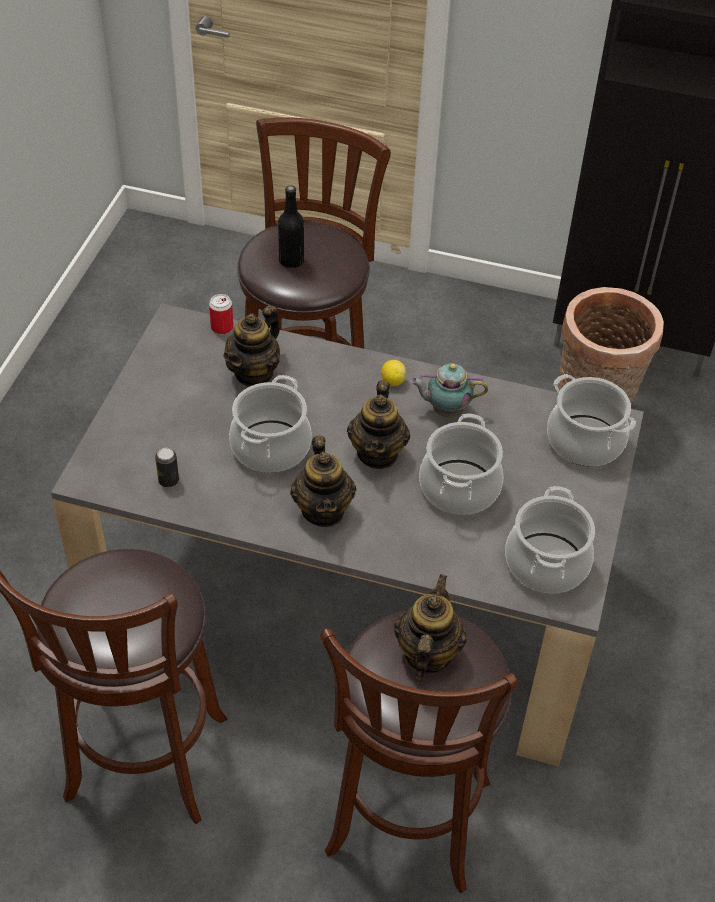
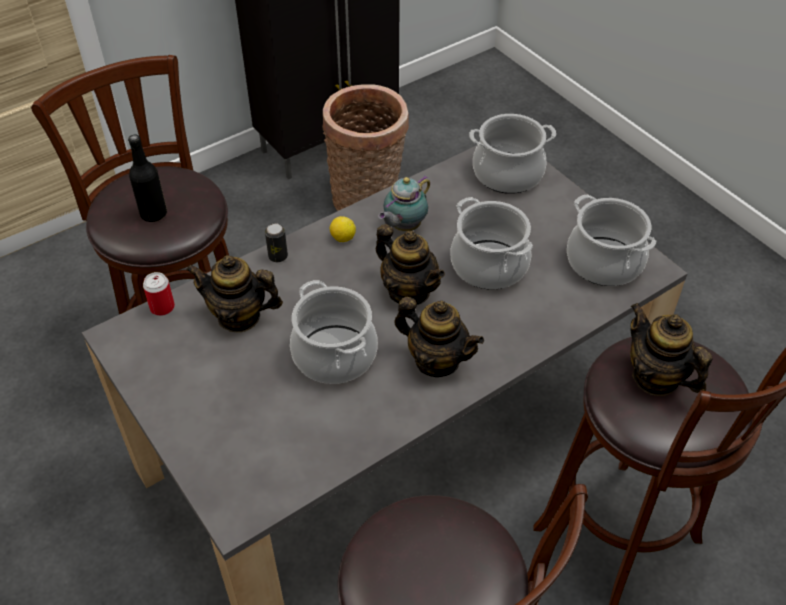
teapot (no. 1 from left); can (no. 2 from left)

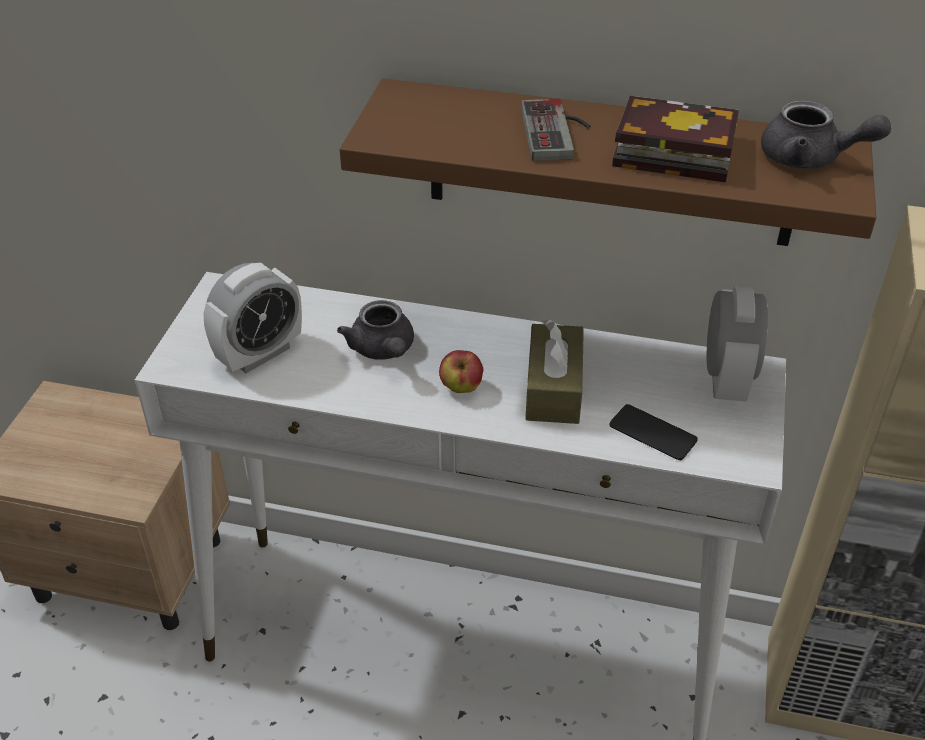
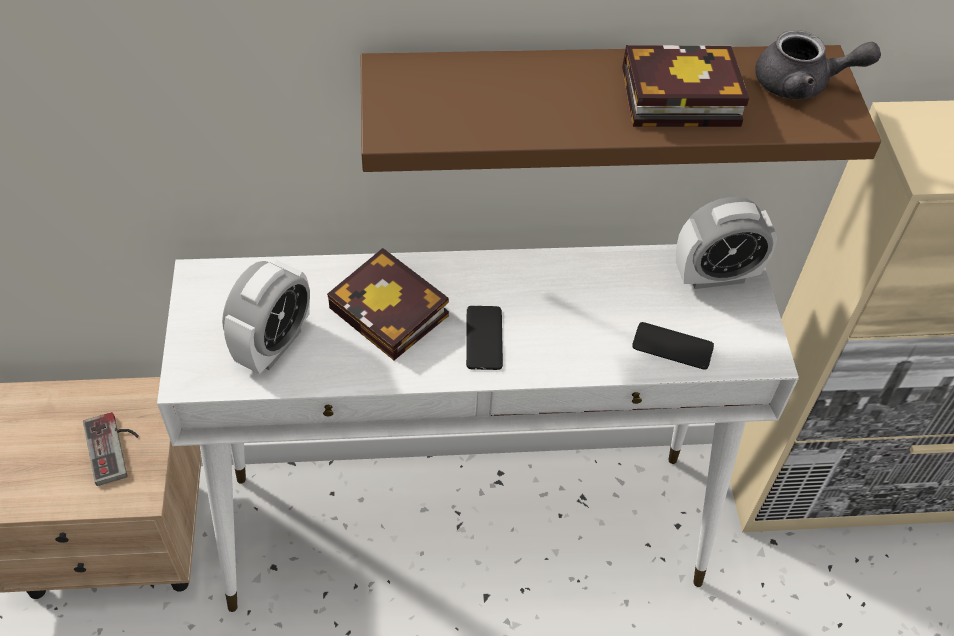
game controller; alarm clock (no. 2 from left); book (no. 1 from left); brown tissue box; phone (no. 1 from left)

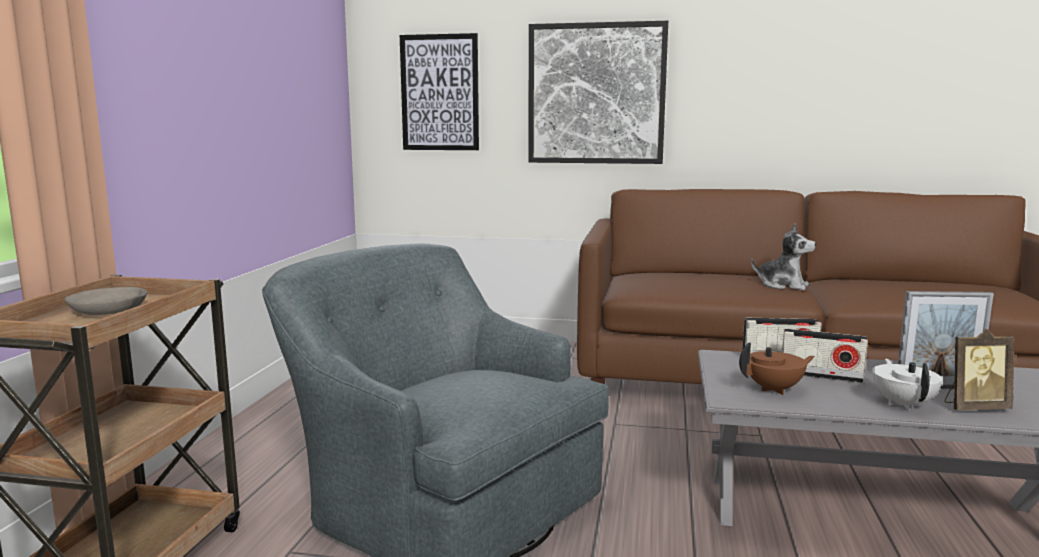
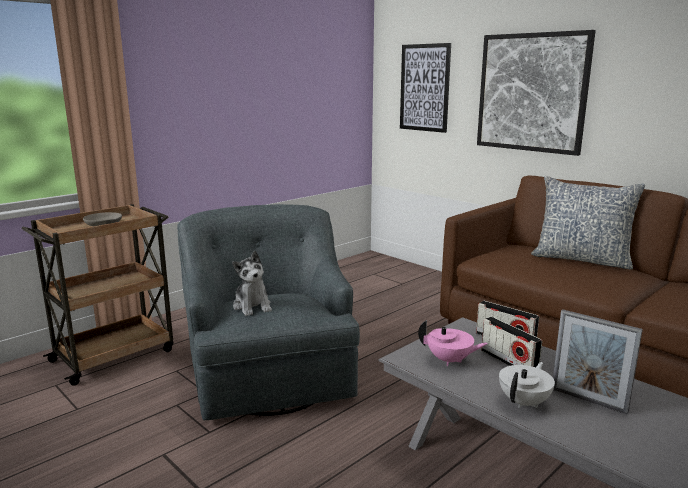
plush toy; picture frame (no. 2 from left in the first image); pink teapot; pillow

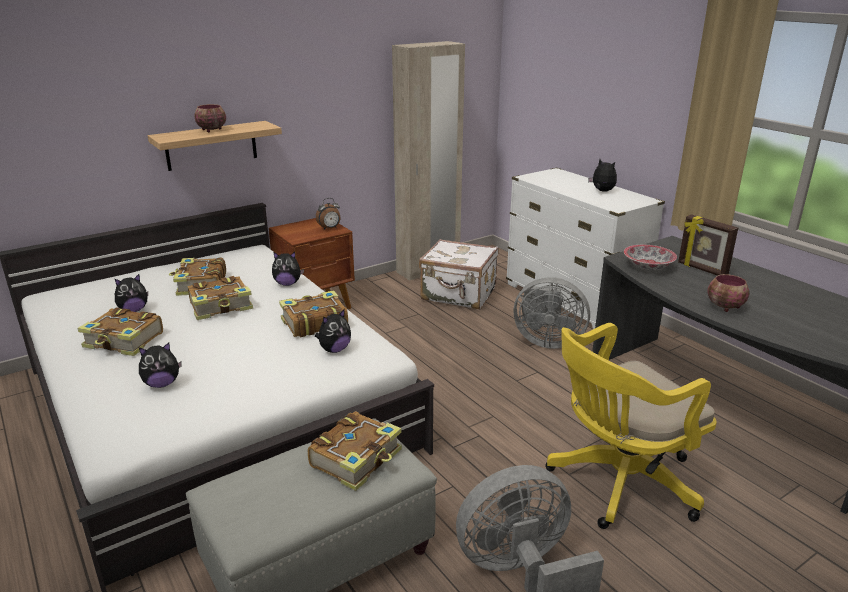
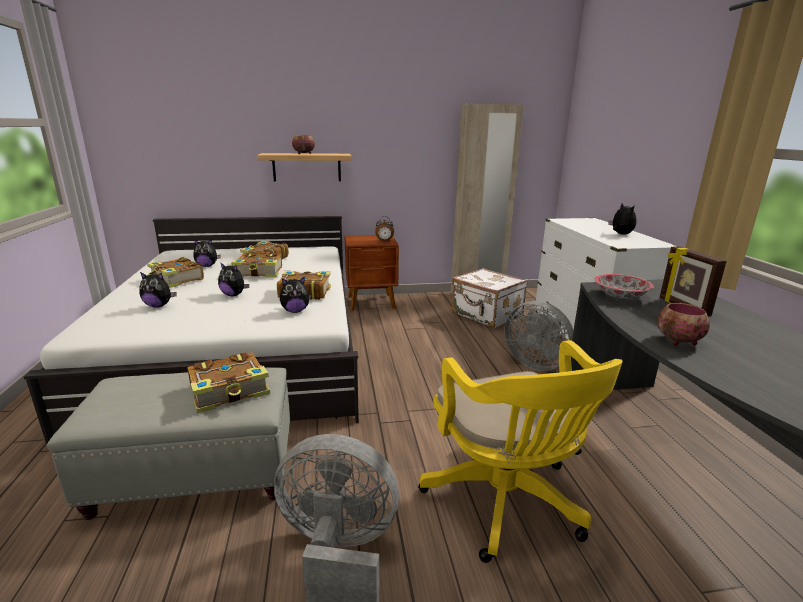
plush toy (no. 3 from left); yellow office chair

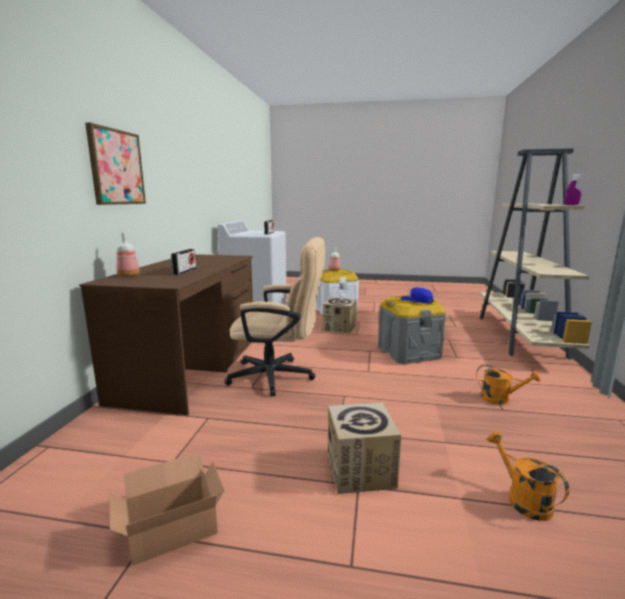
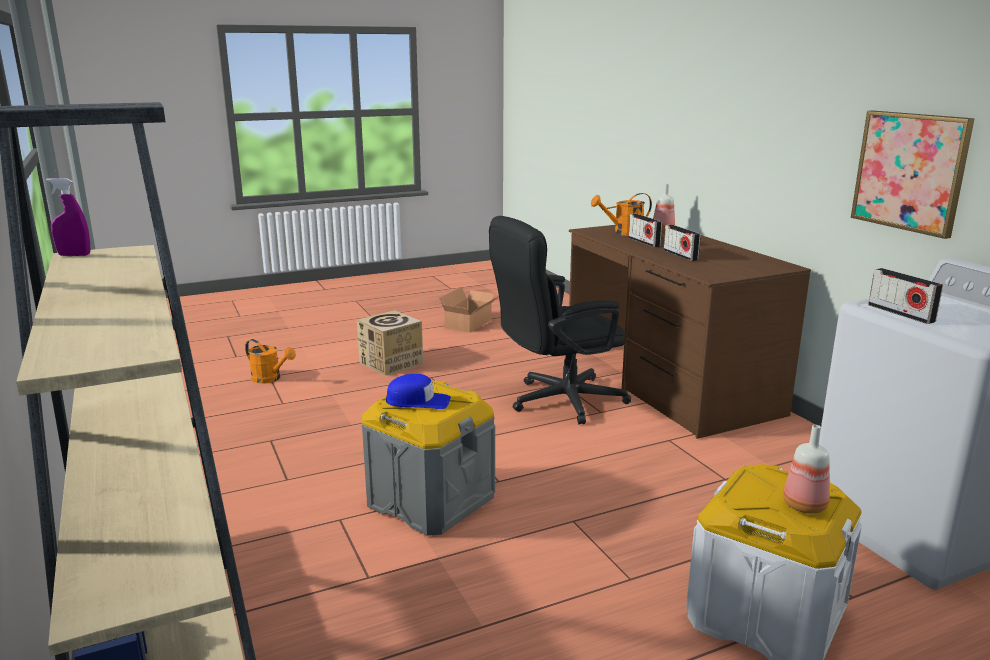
picture; black office chair; cardboard box (no. 2 from left in the first image); orange watering can (no. 2 from left); radio (no. 2 from left)

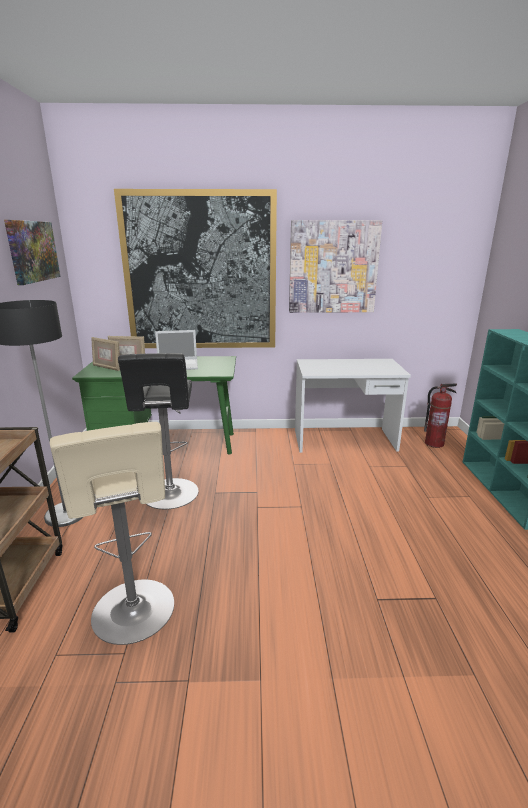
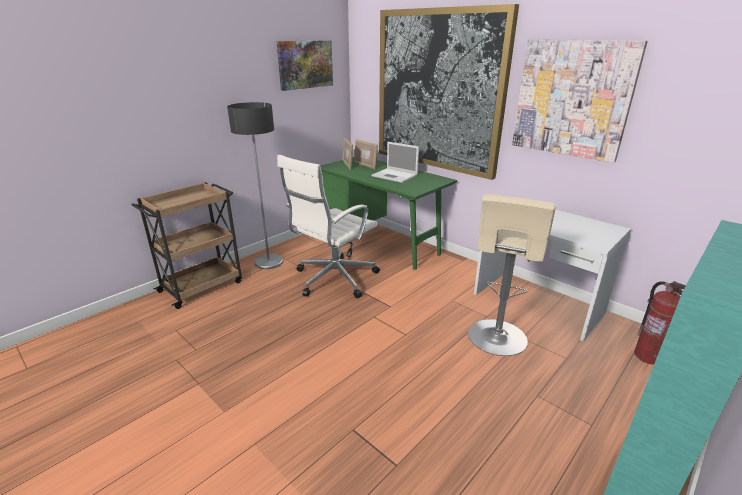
white office chair; beige stool

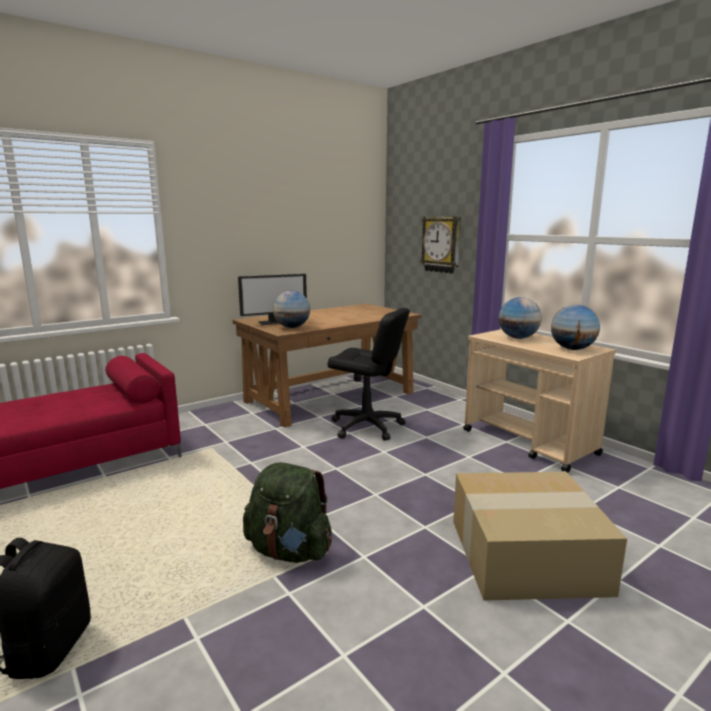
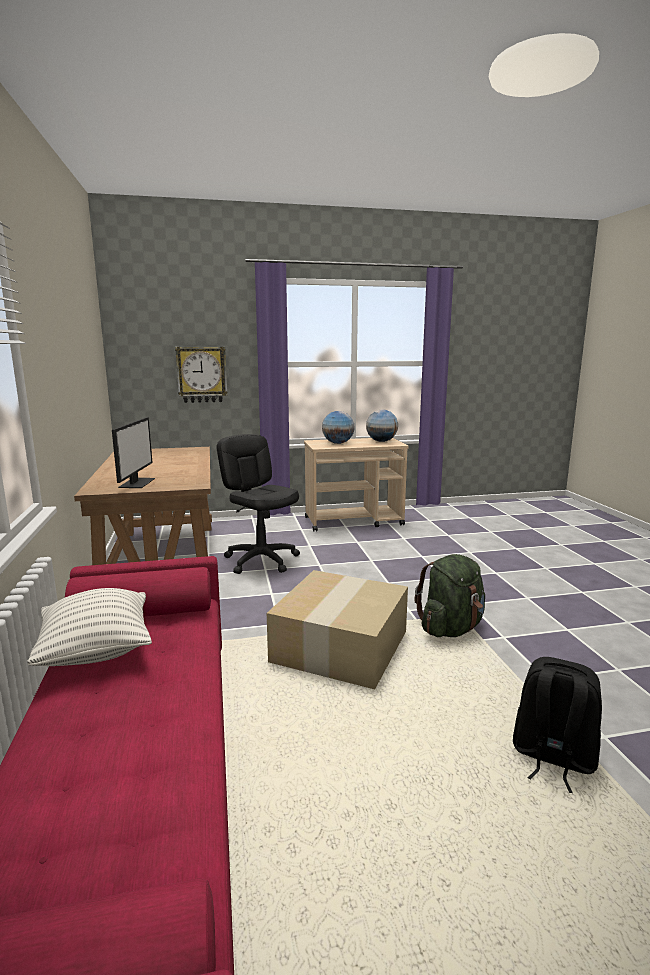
globe (no. 1 from left in the first image); black office chair; cardboard box; pillow

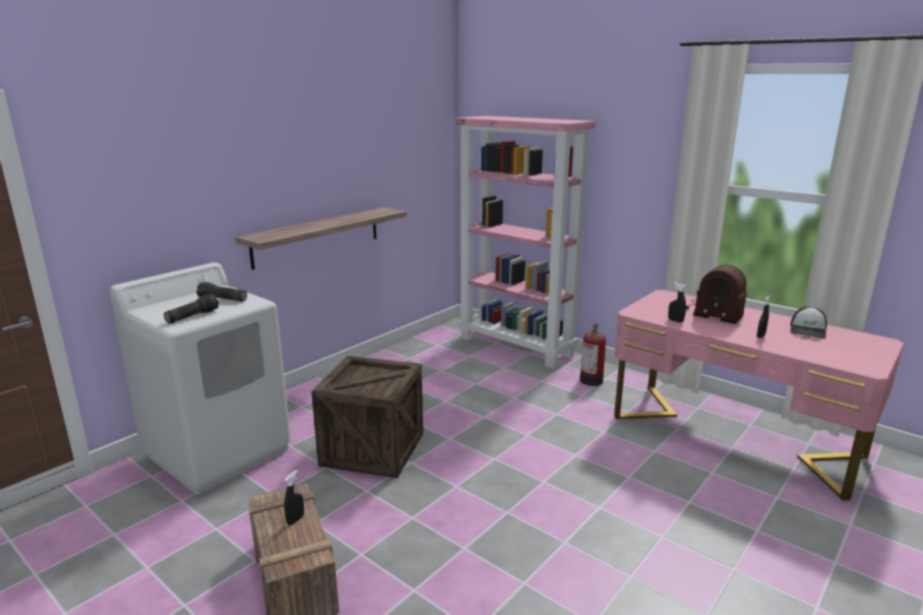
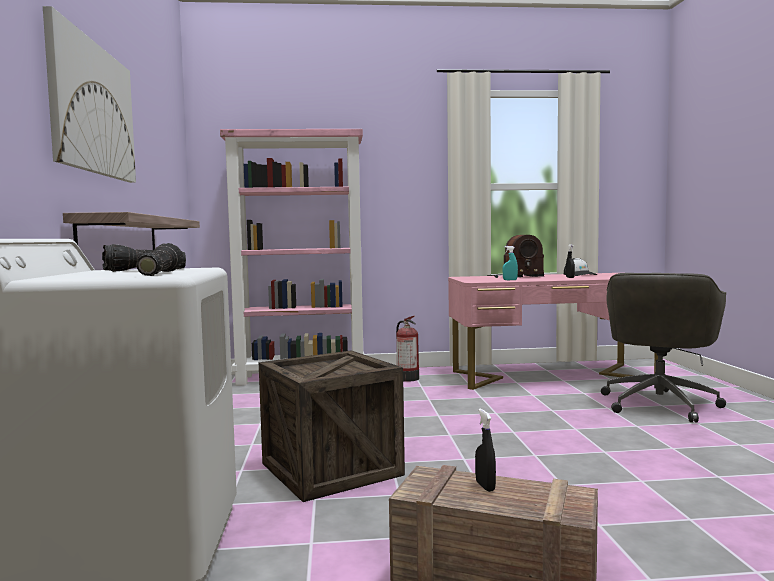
turquoise spray bottle; picture; grey office chair

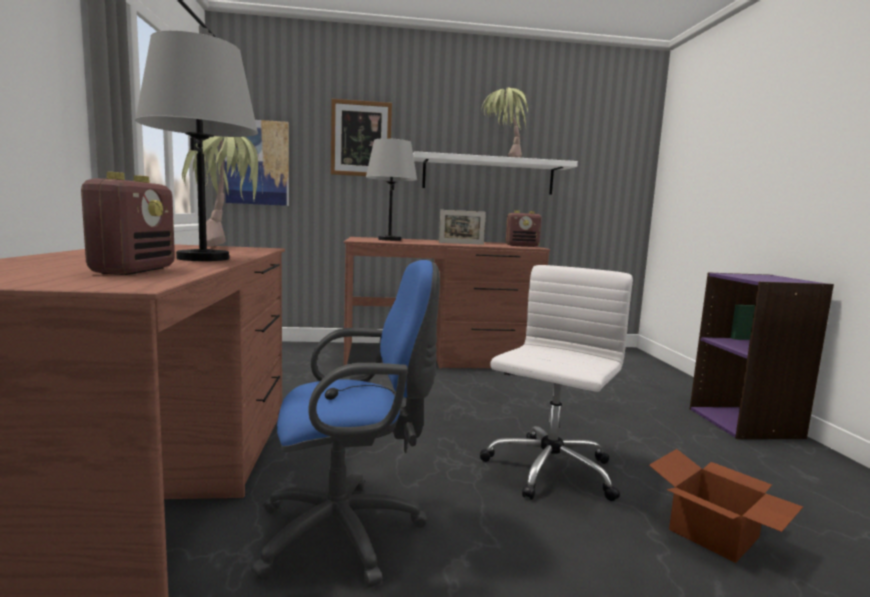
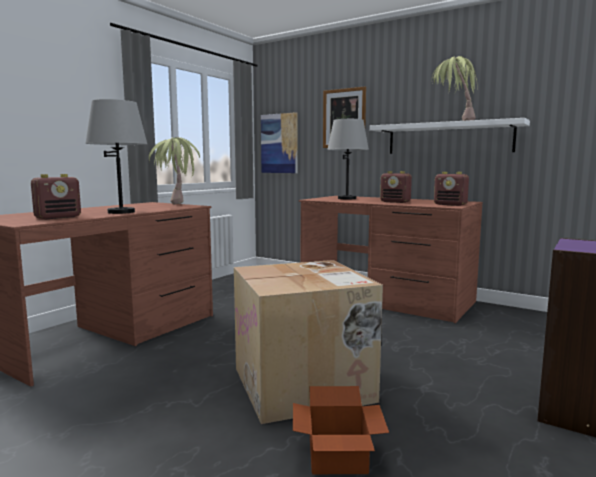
radio (no. 2 from left); blue office chair; cardboard box (no. 1 from left)

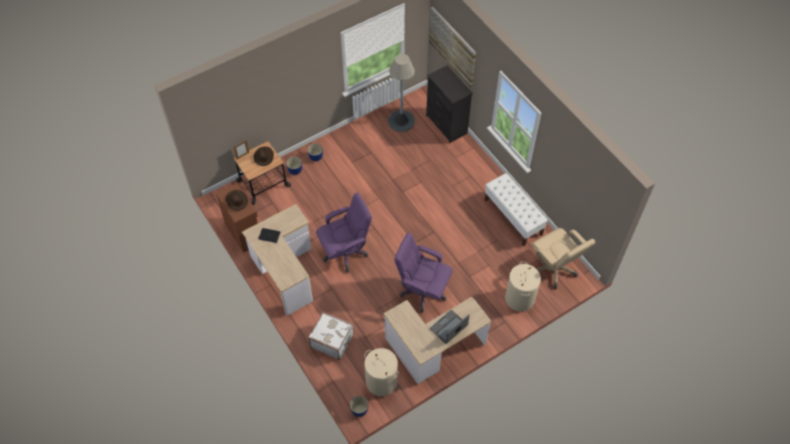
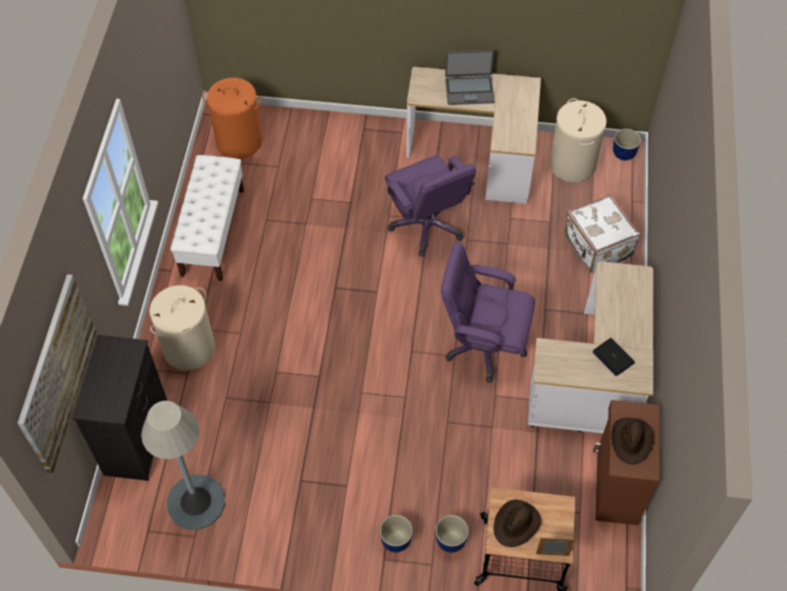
orange laundry basket; beige laundry basket (no. 1 from left)

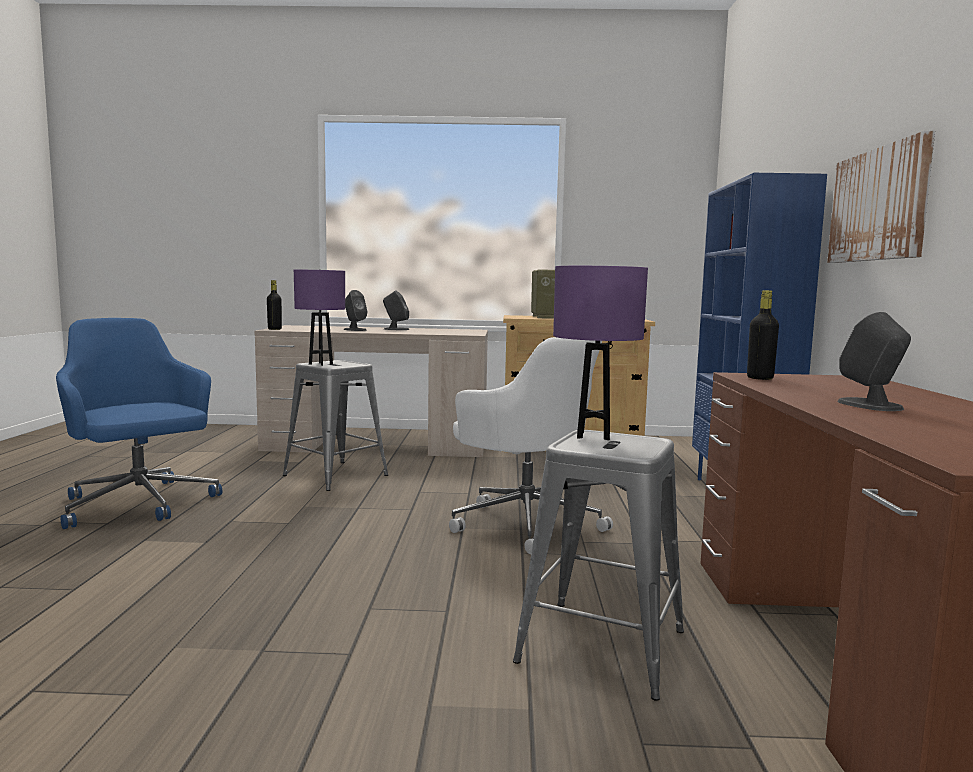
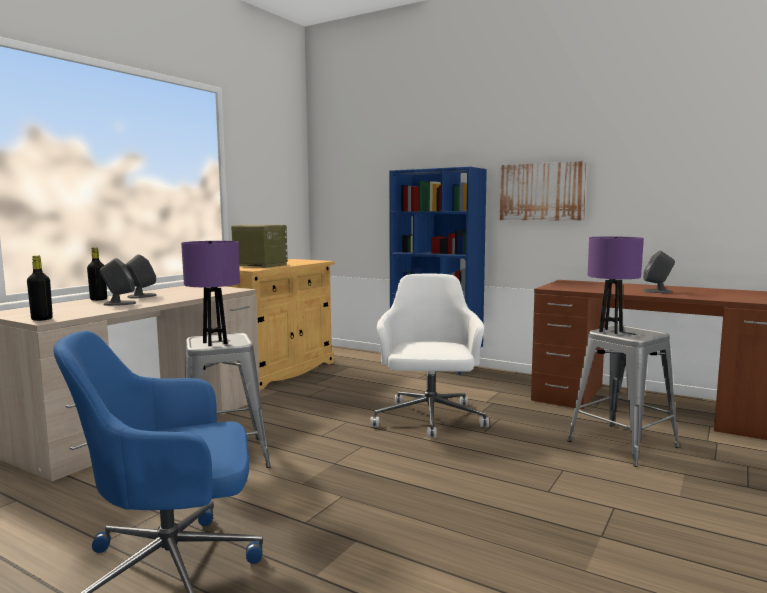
black bottle (no. 2 from left); white office chair

